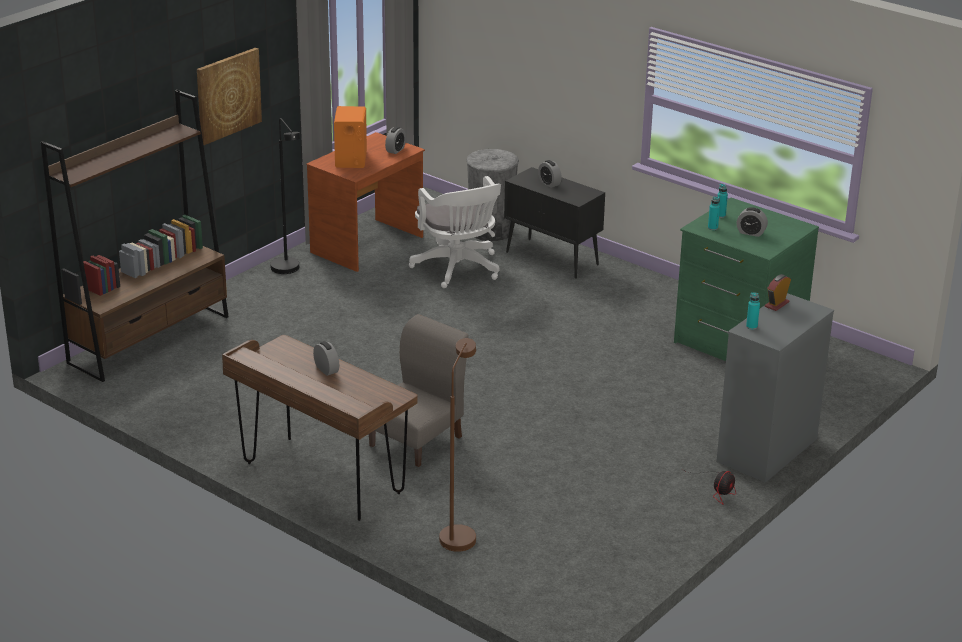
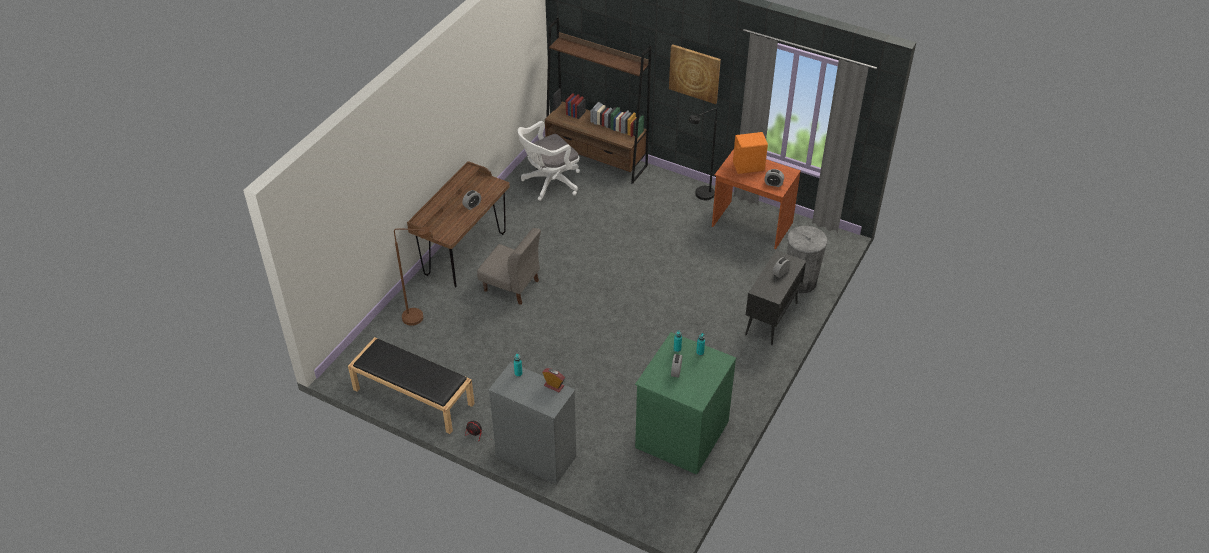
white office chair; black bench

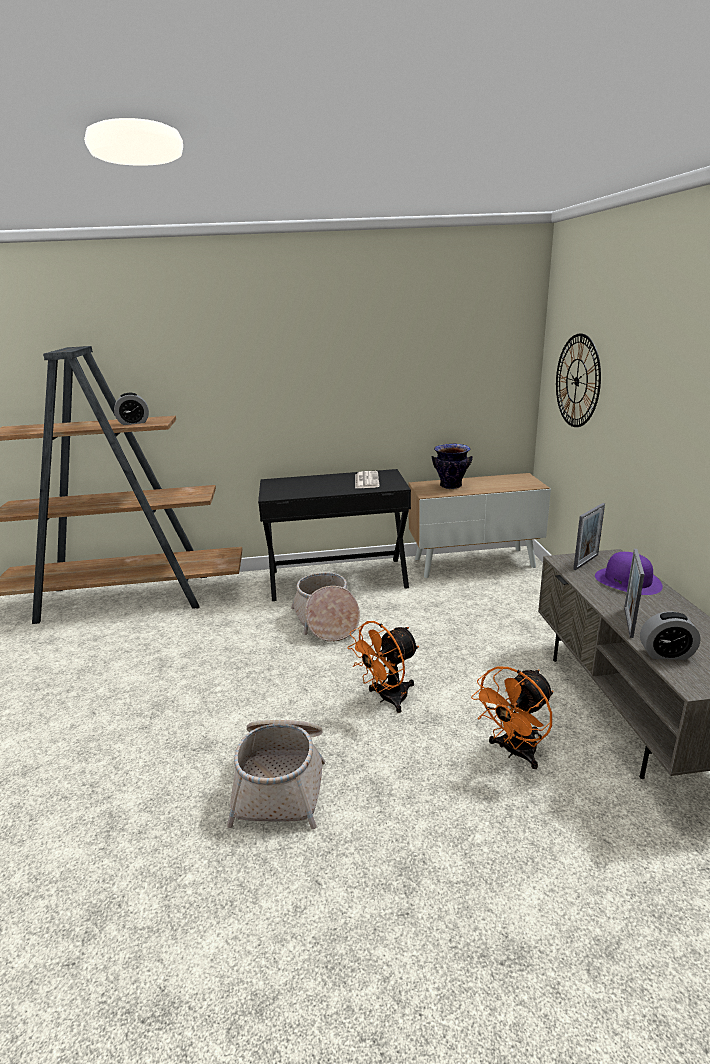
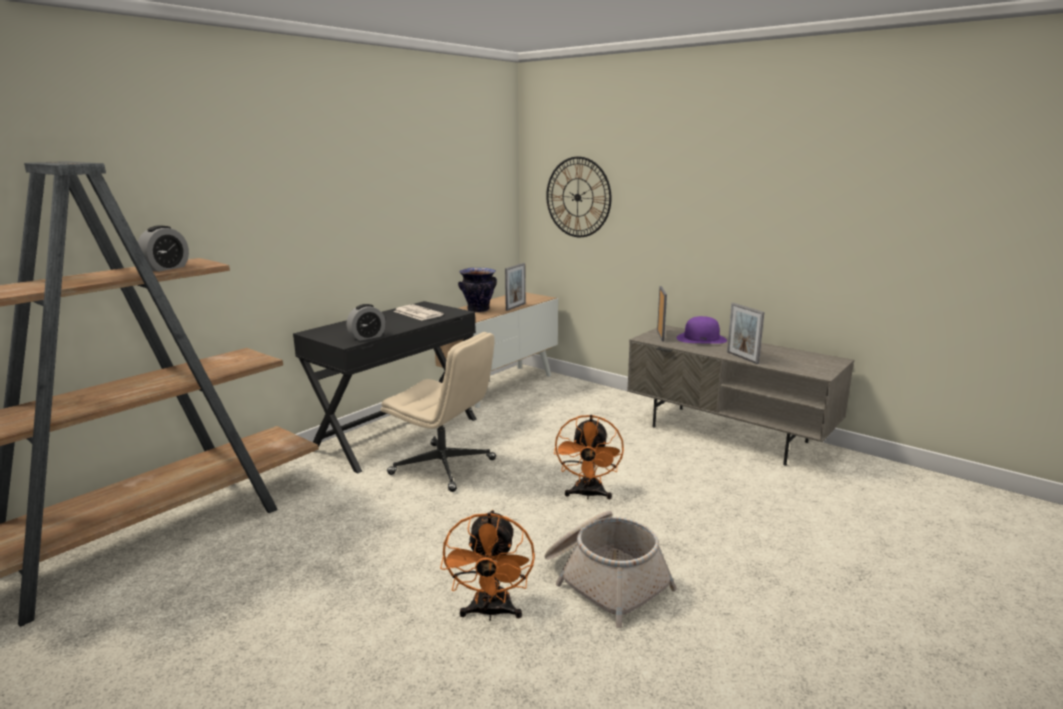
beige office chair; alarm clock (no. 2 from left); orange fan (no. 1 from left); picture frame (no. 1 from left)

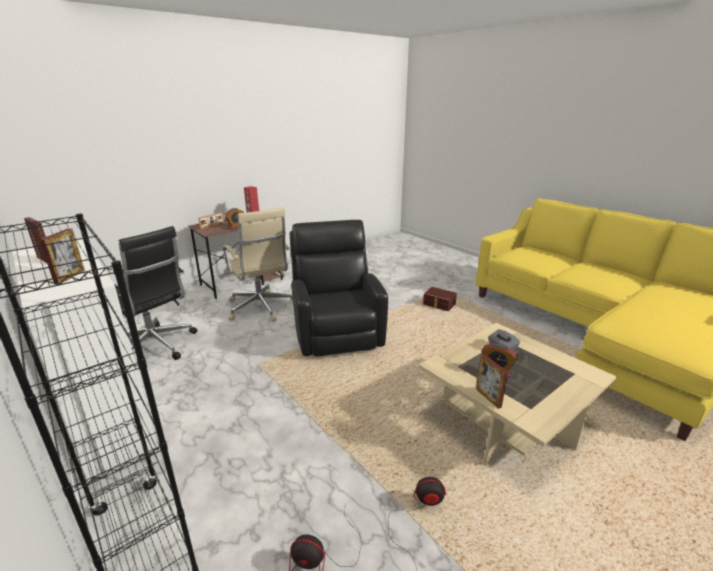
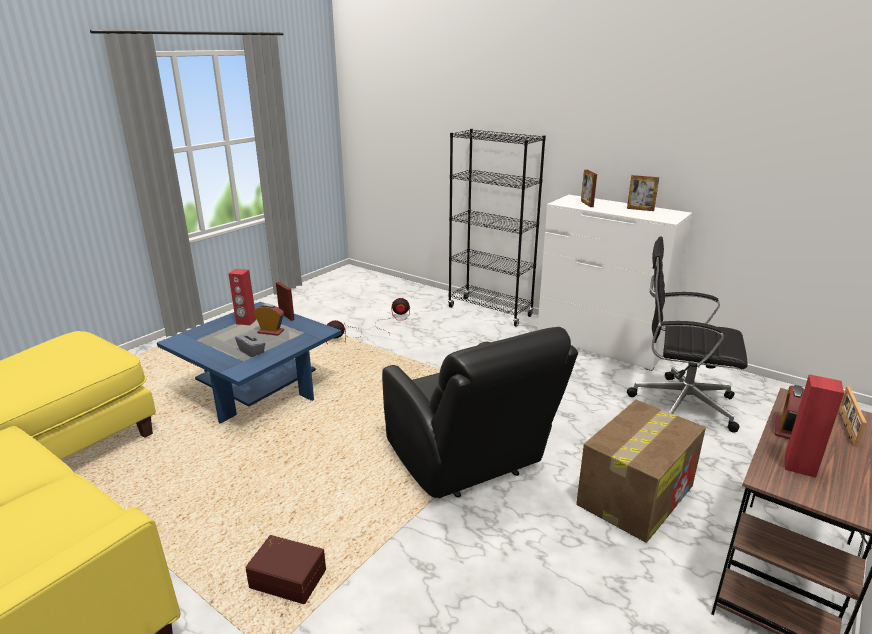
cardboard box; blue coffee table; red speaker (no. 1 from left)

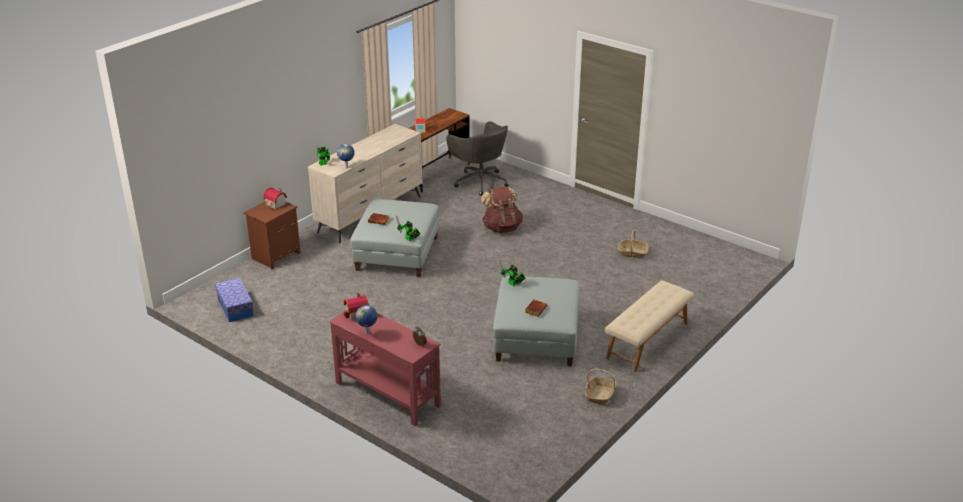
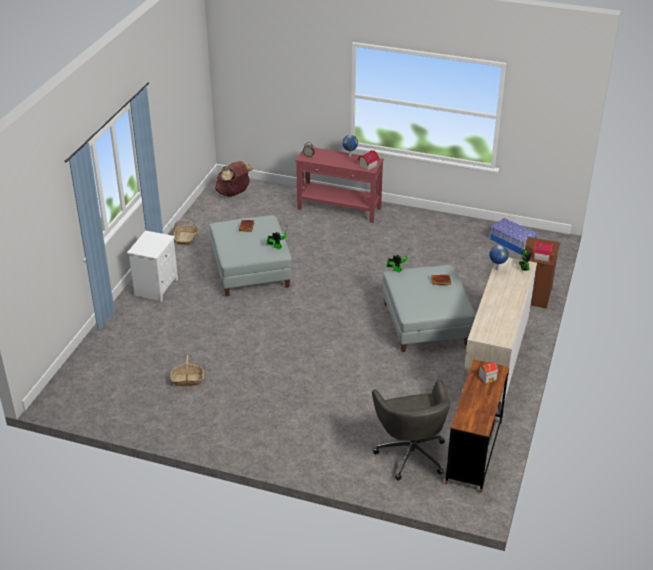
grey office chair; brown backpack; white nightstand

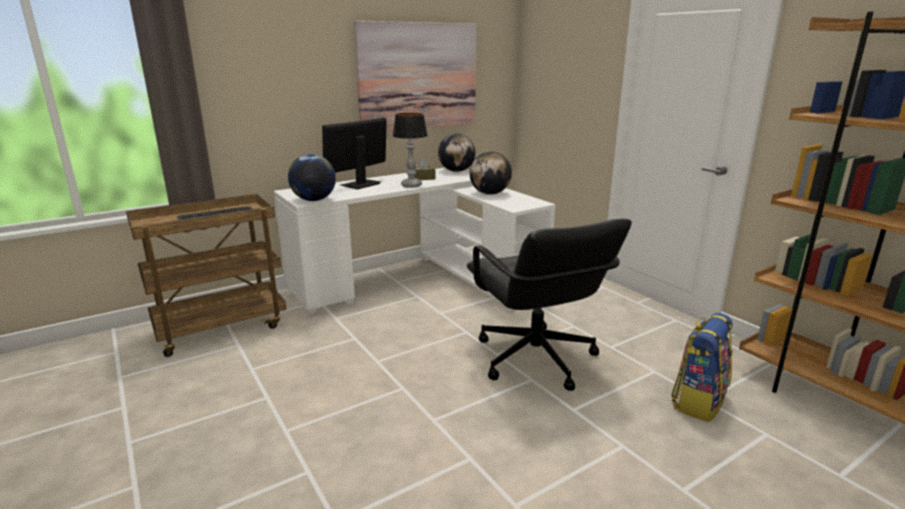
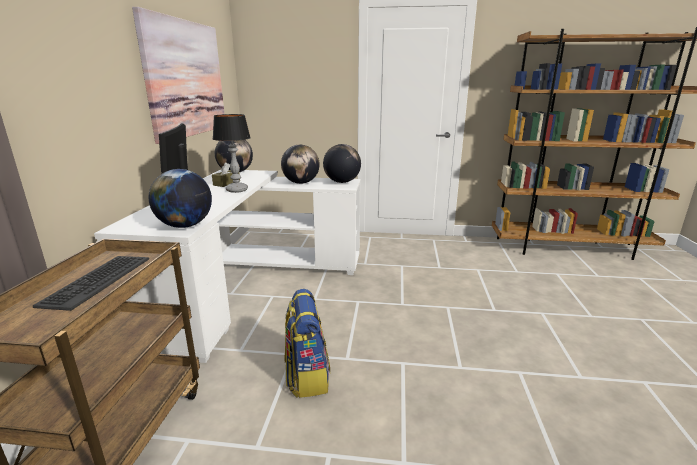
black office chair; backpack; globe (no. 4 from left)

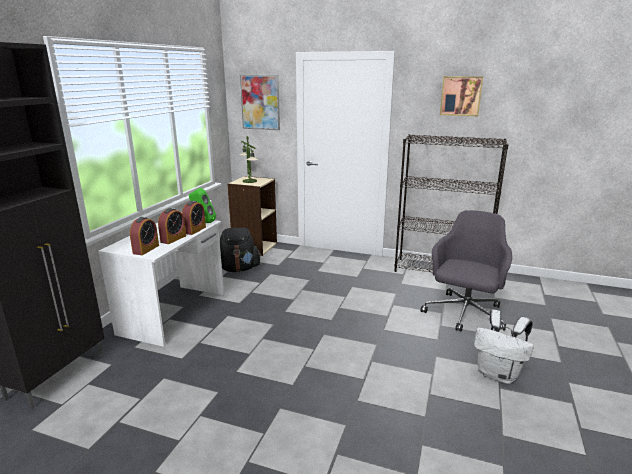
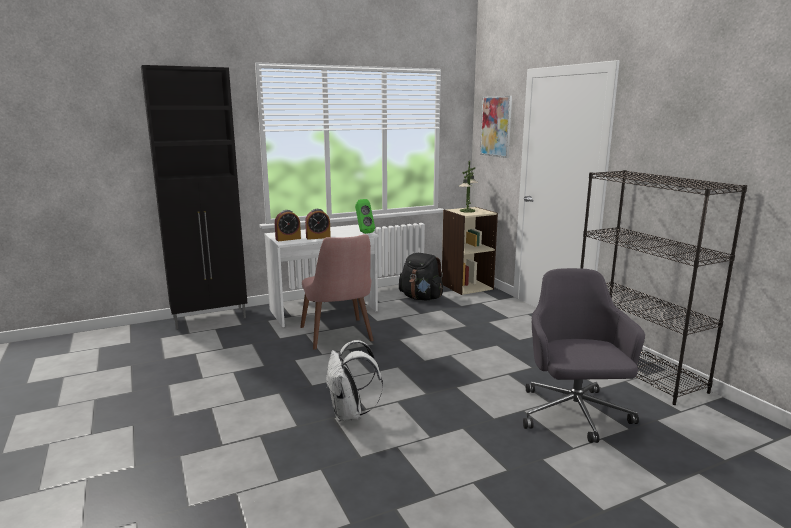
picture (no. 2 from left in the first image); alarm clock (no. 3 from left in the first image); grey office chair; white backpack; pink chair

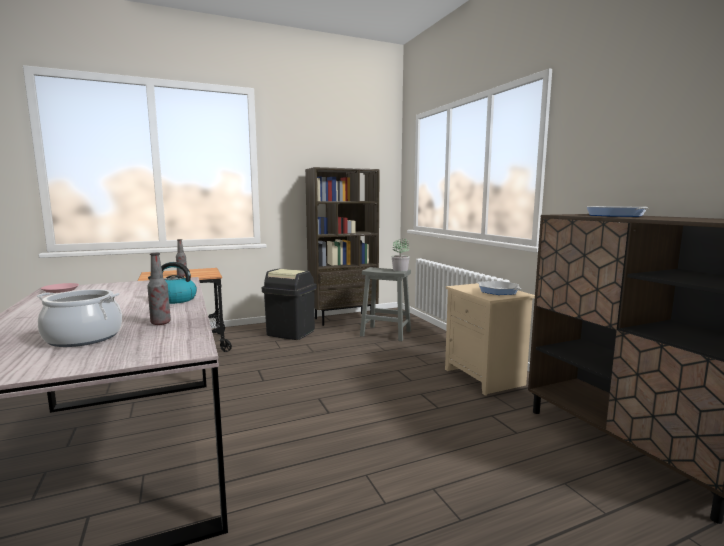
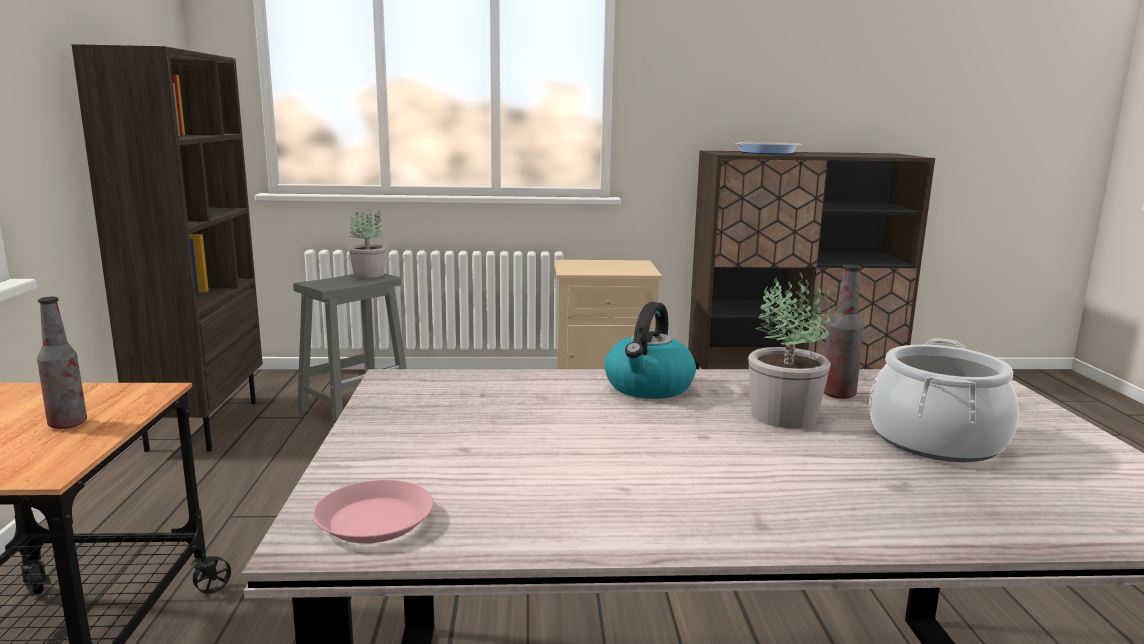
black trash can; frying pan (no. 1 from left in the first image); potted plant (no. 2 from left)

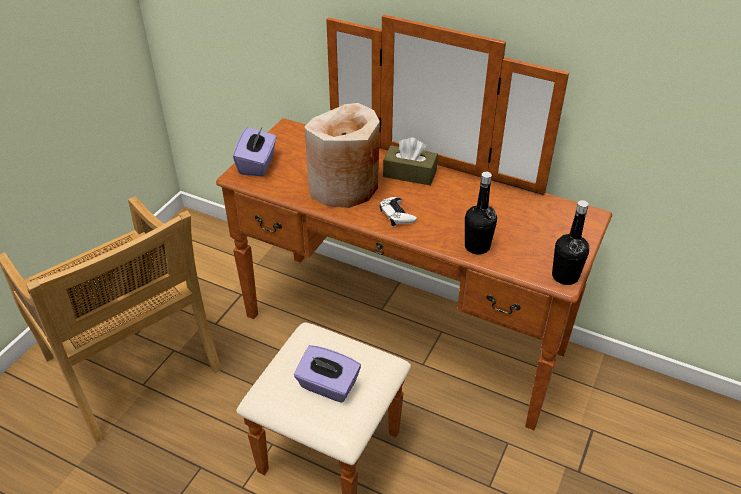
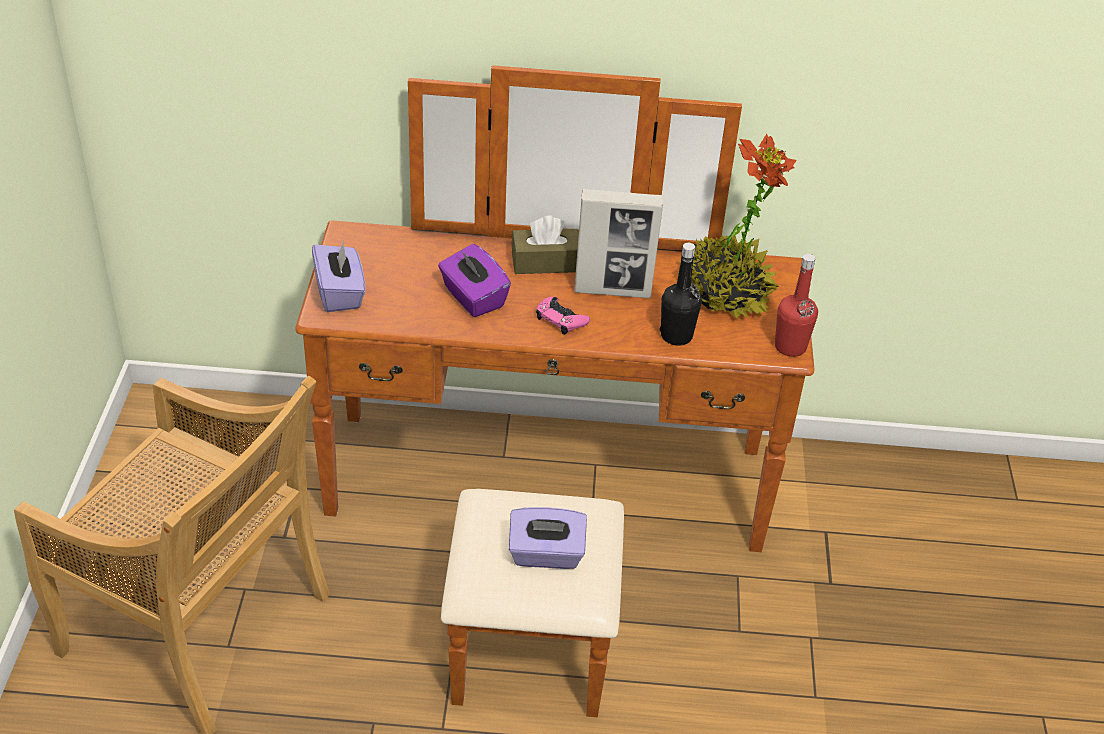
purple tissue box (no. 2 from left); pink game controller; red bottle; potted plant; picture frame

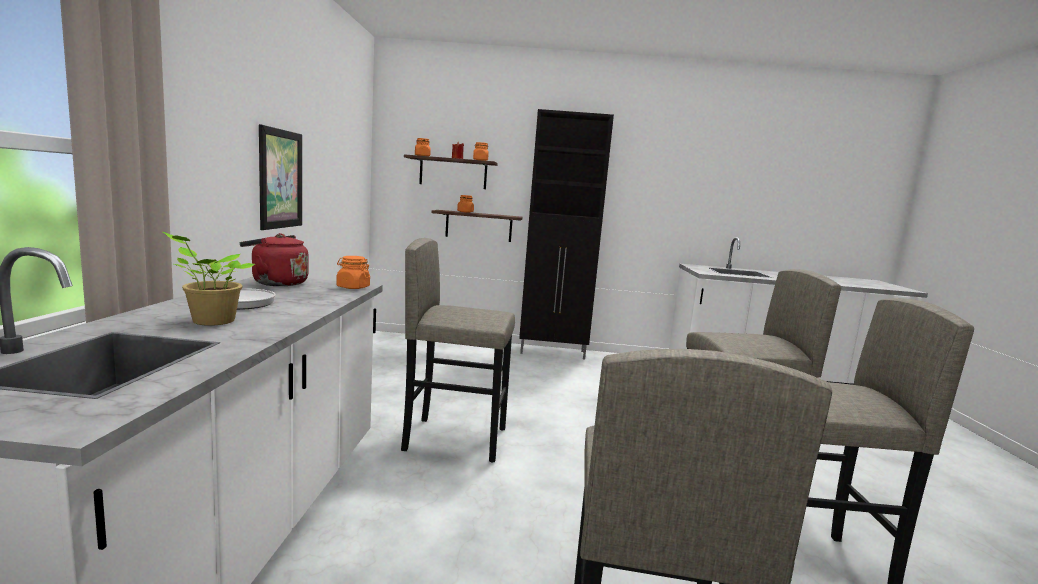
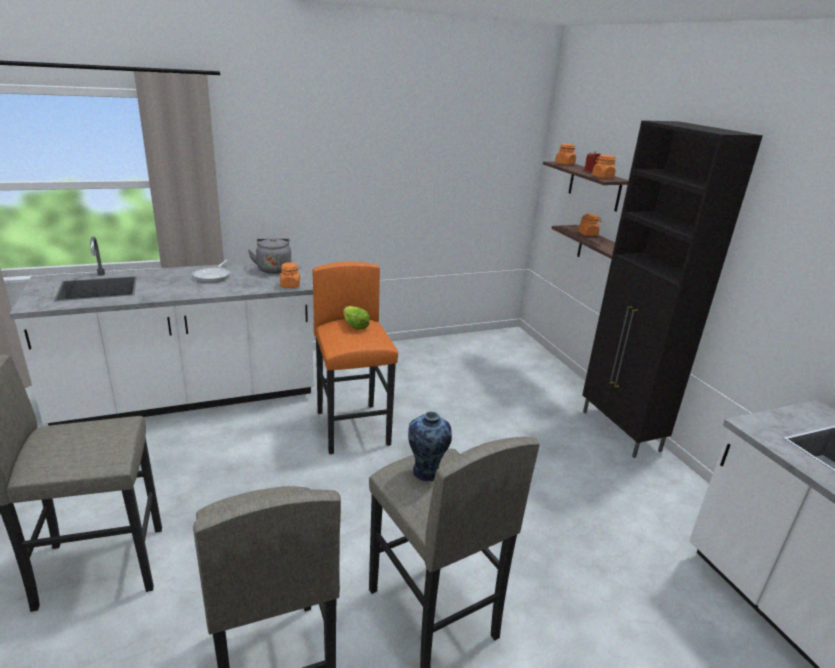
picture; potted plant; grey kettle; orange stool; lettuce; vase

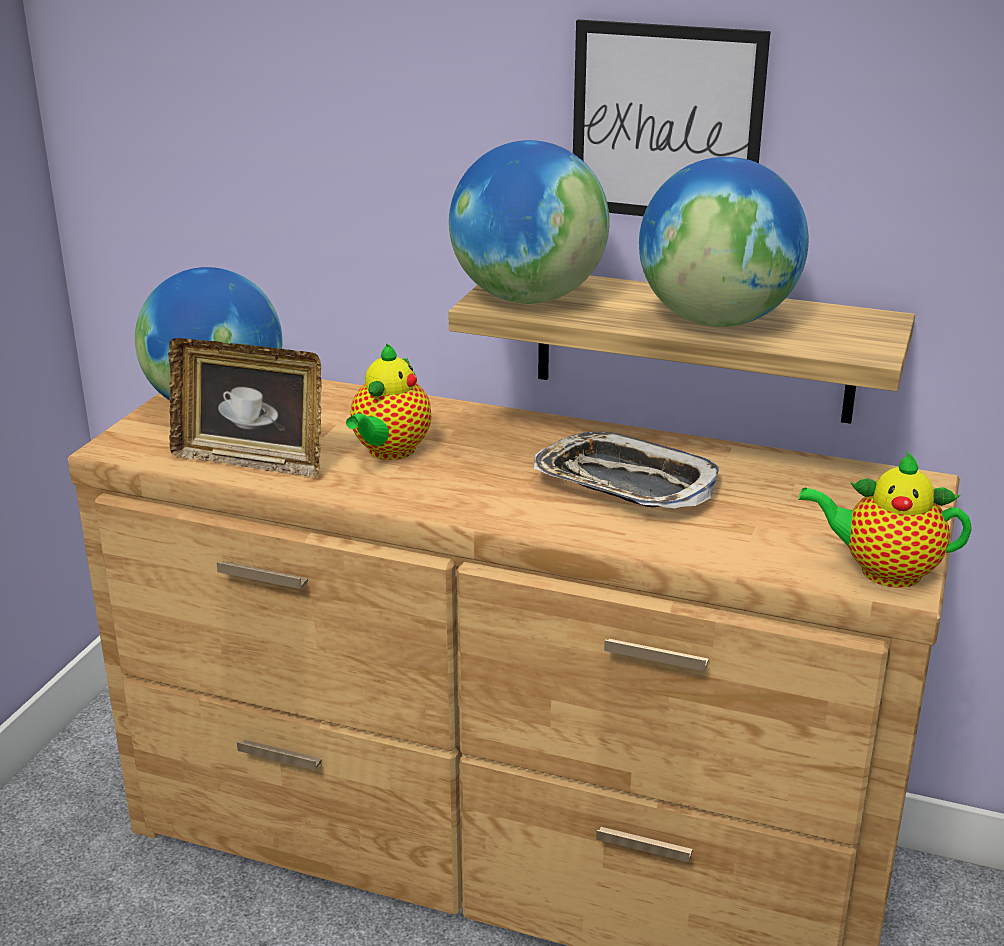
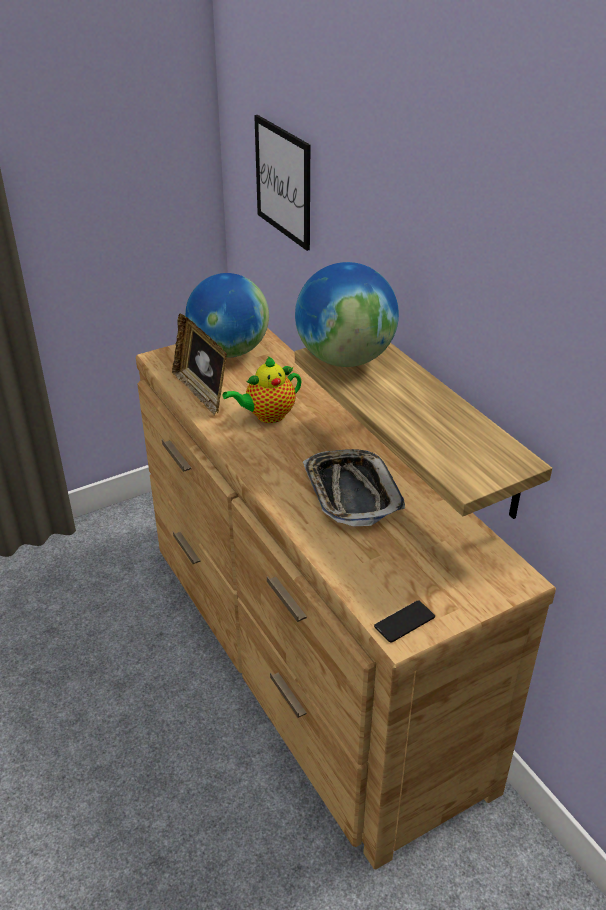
picture; globe (no. 3 from left in the first image); phone

